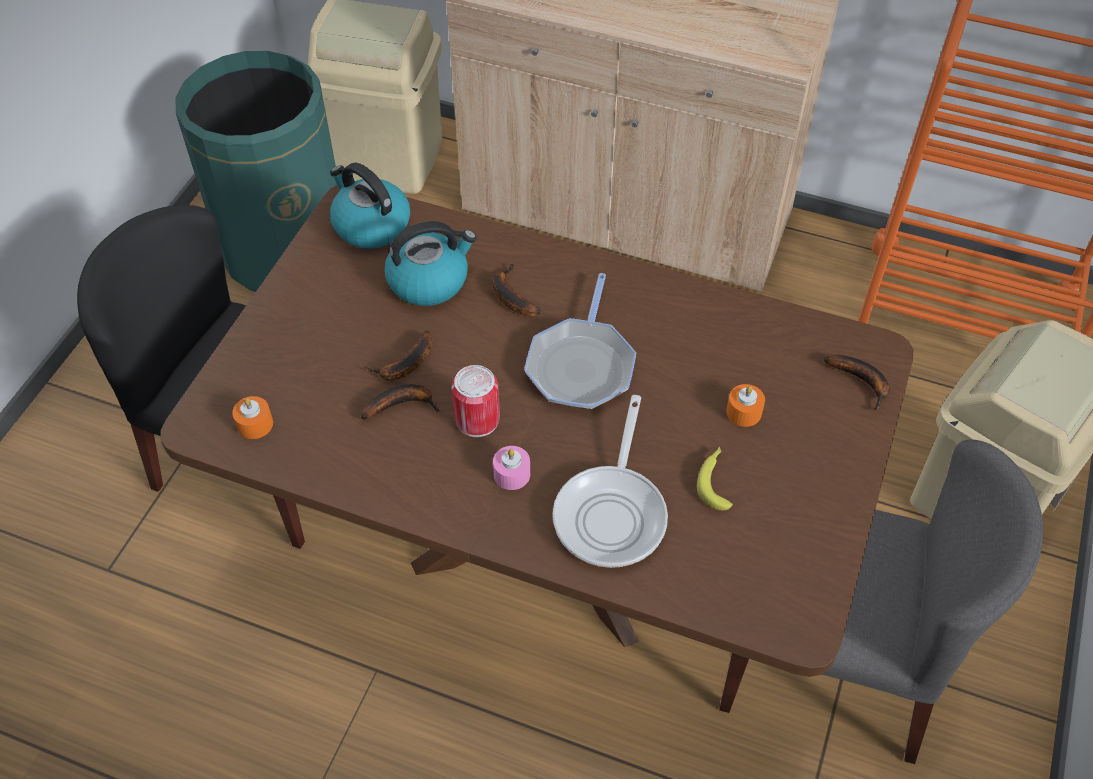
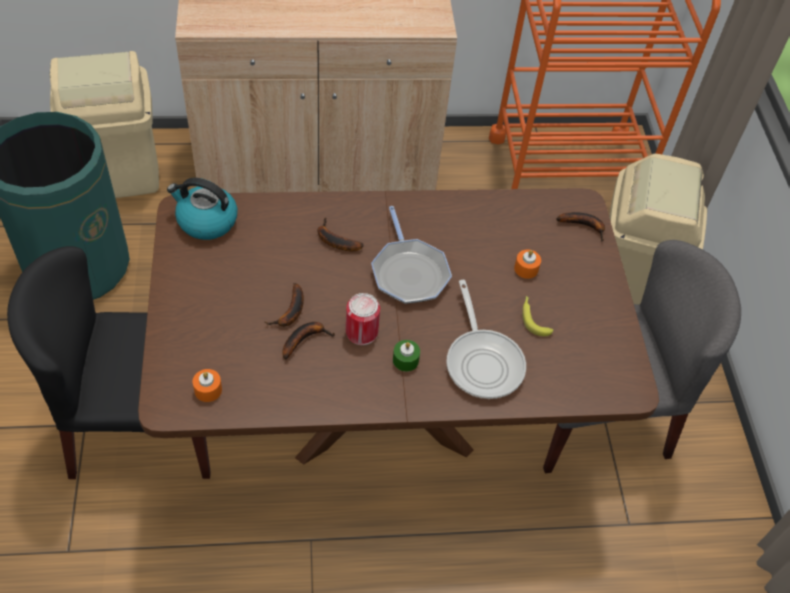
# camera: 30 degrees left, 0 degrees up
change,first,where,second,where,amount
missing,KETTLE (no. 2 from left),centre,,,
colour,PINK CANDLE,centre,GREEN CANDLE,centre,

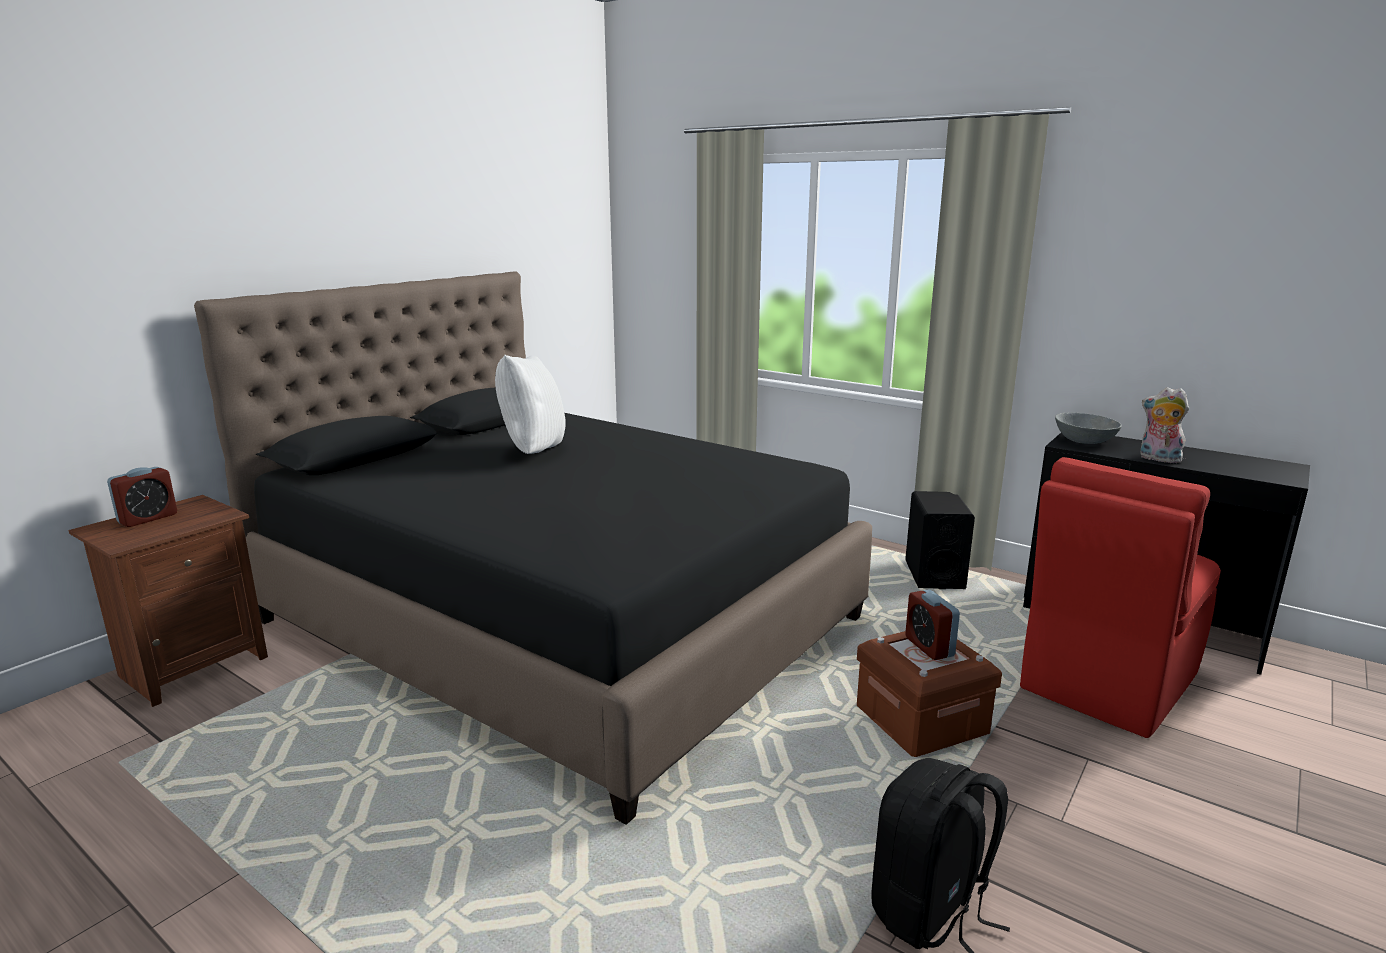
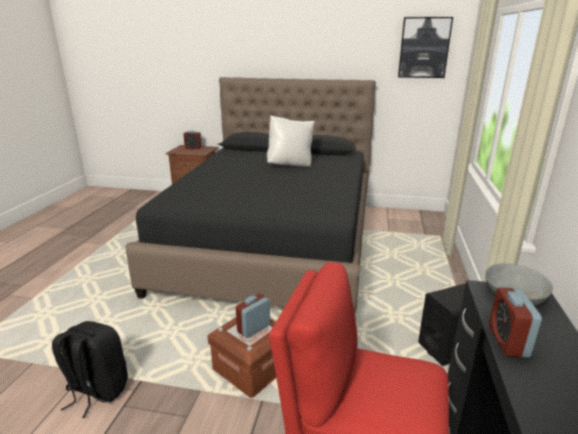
# camera: 65 degrees right, 5 degrees up
change,first,where,second,where,amount
appeared,,,PICTURE,top right,
exchanged,PLUSH TOY,middle right,ALARM CLOCK (no. 3 from left),bottom right,

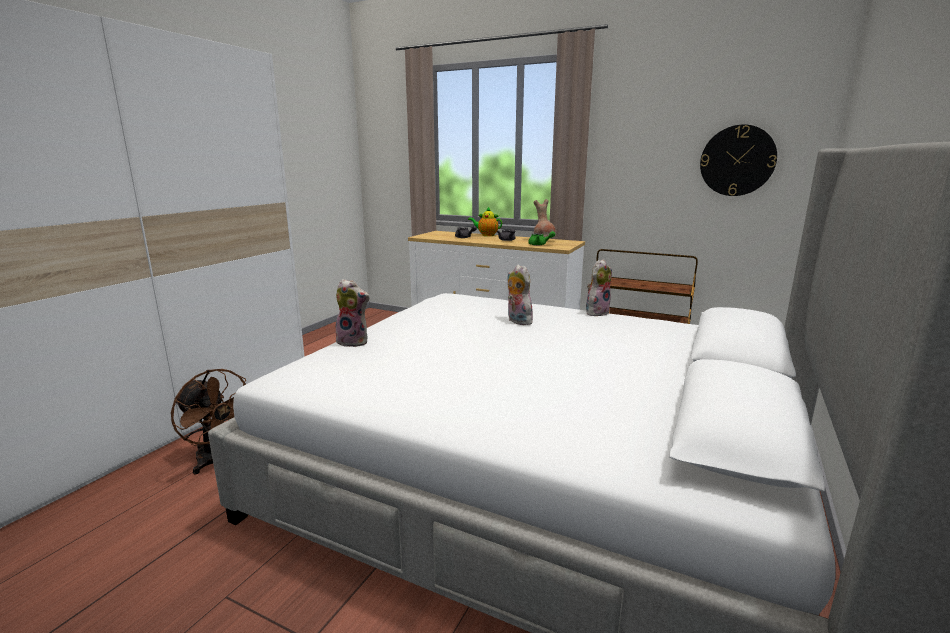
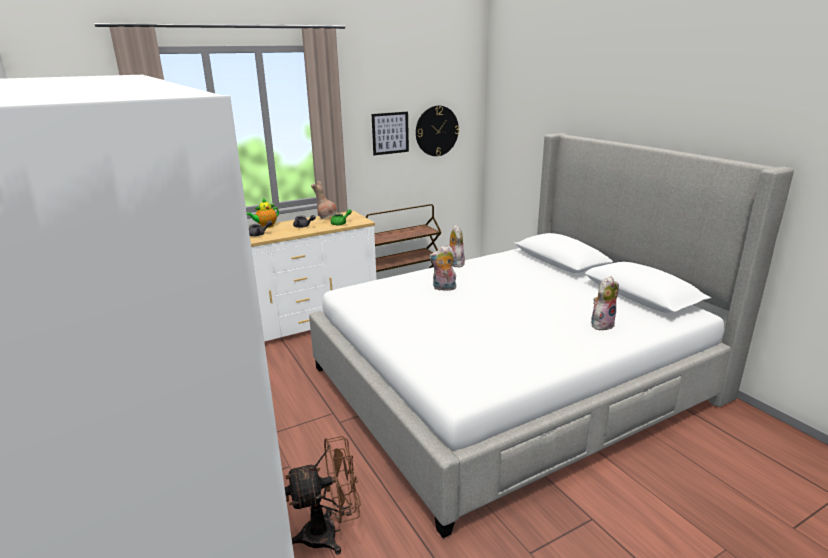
# camera: 55 degrees left, 5 degrees up
change,first,where,second,where,amount
appeared,,,PICTURE,top centre,
relocated,PLUSH TOY (no. 1 from left in the first image),centre,PLUSH TOY (no. 3 from left),middle right,

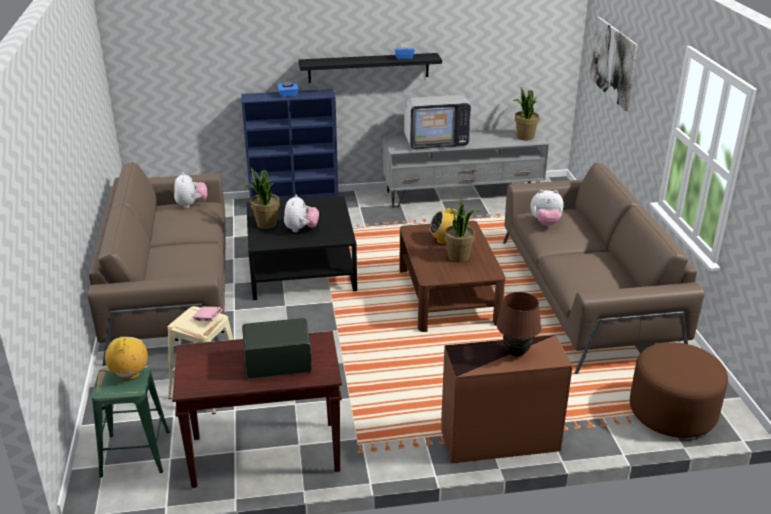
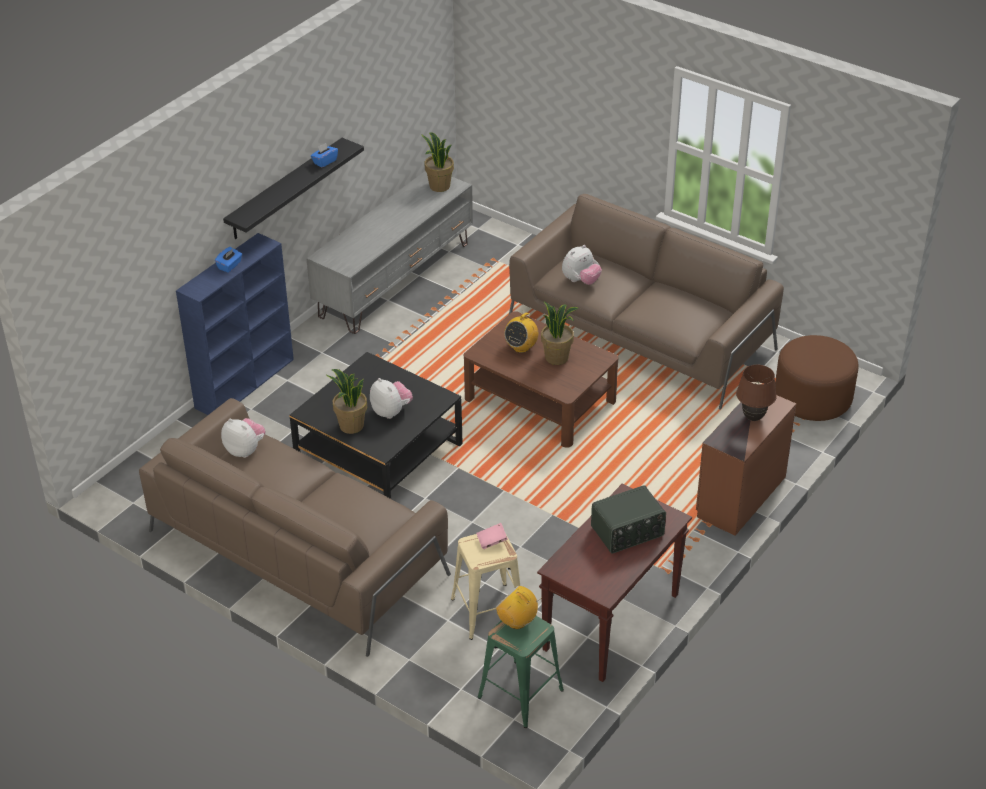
# camera: 45 degrees left, 10 degrees up
change,first,where,second,where,amount
missing,TELEVISION,top centre,,,
missing,PICTURE,top right,,,
spun,RADIO (no. 2 from left in the first image),bottom centre,RADIO (no. 3 from left),centre,150 degrees counterclockwise

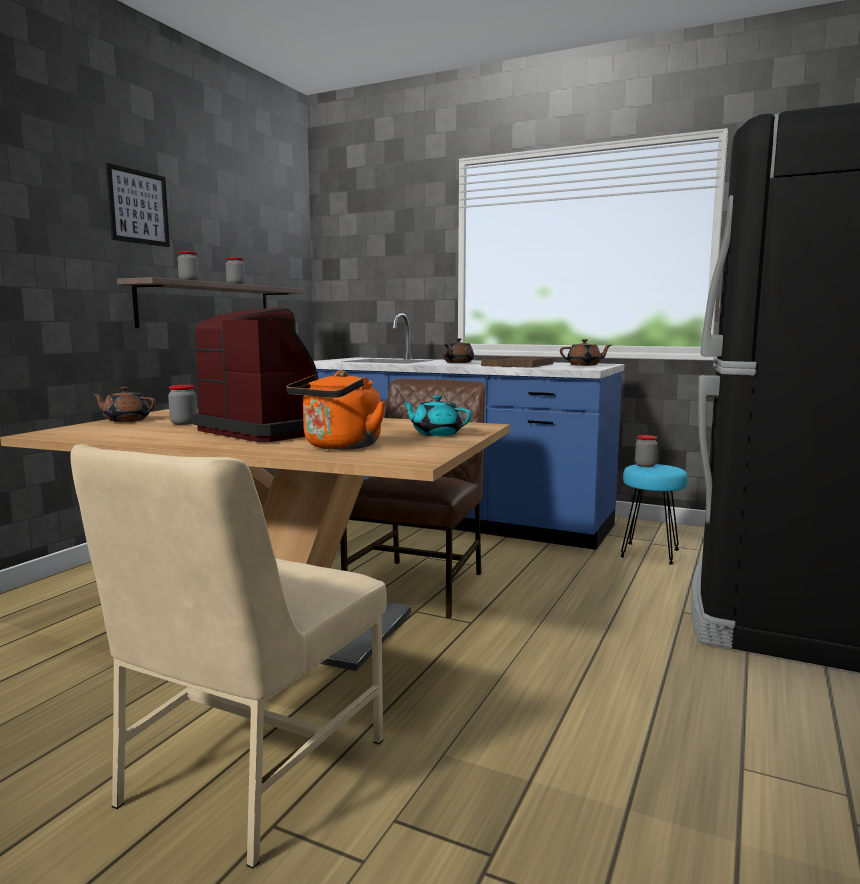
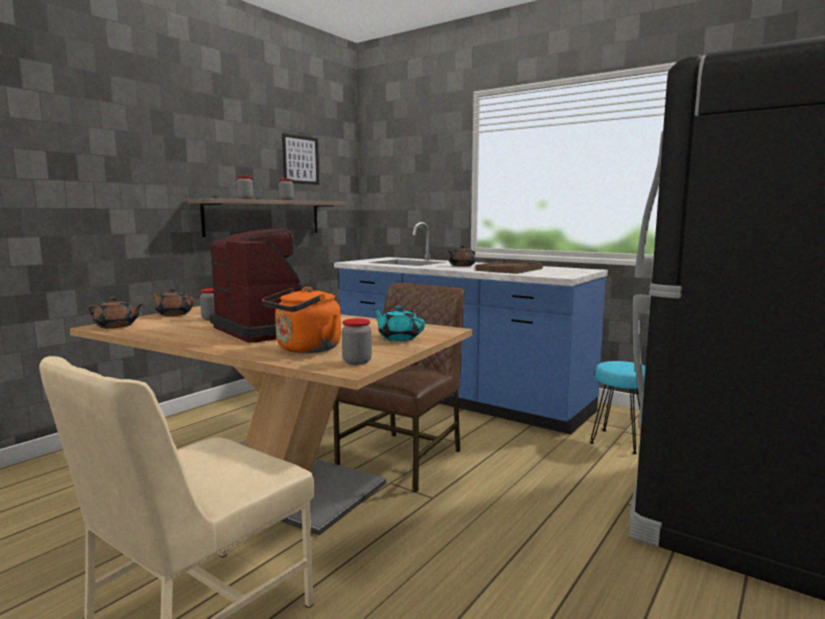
# camera: 10 degrees right, 0 degrees up
change,first,where,second,where,amount
relocated,PICTURE,top left,,top centre,
relocated,BROWN TEAPOT (no. 3 from left in the first image),middle right,BROWN TEAPOT (no. 1 from left),middle left,
relocated,JAR (no. 4 from left),middle right,,centre,

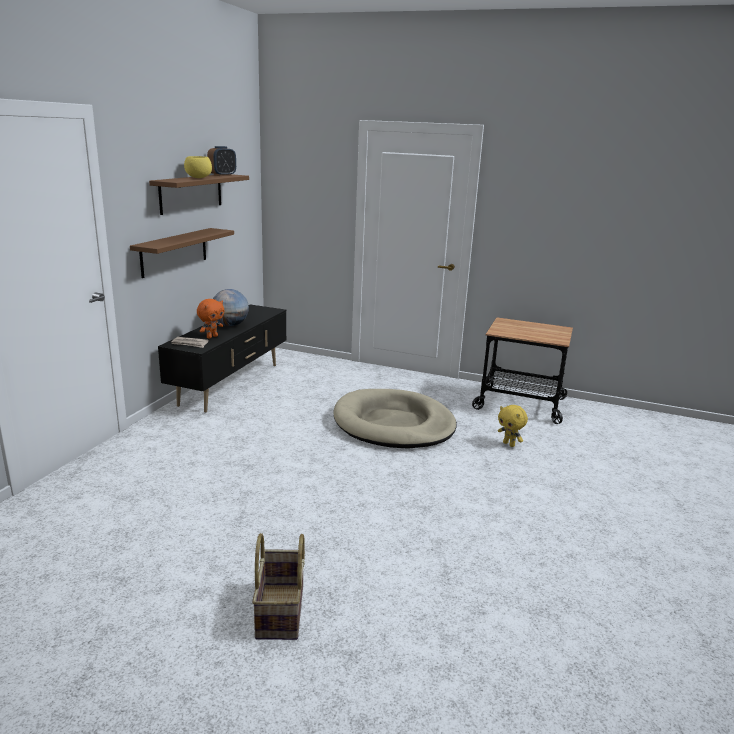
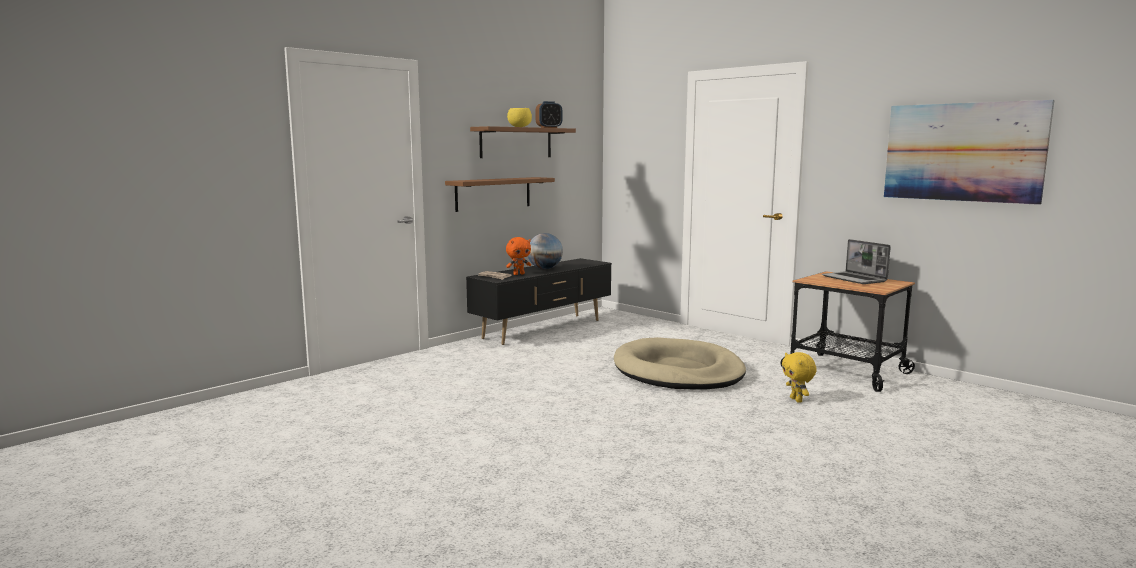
# camera: 25 degrees right, 10 degrees down
change,first,where,second,where,amount
missing,BASKET,bottom centre,,,
appeared,,,LAPTOP,middle right,
appeared,,,PICTURE,top right,

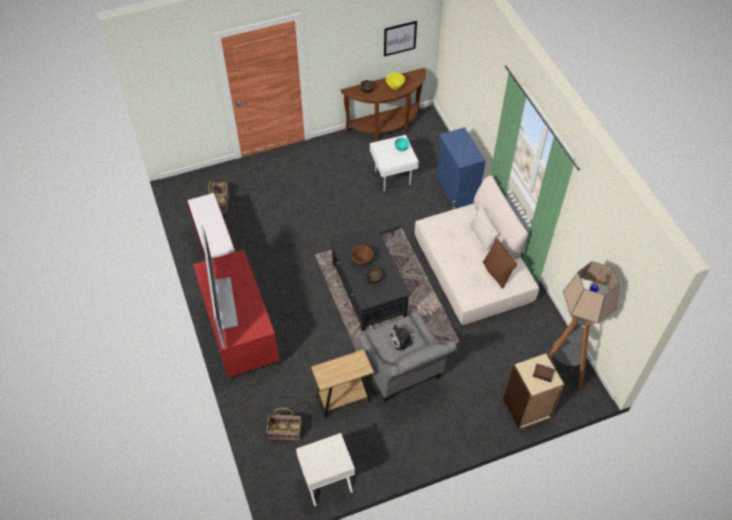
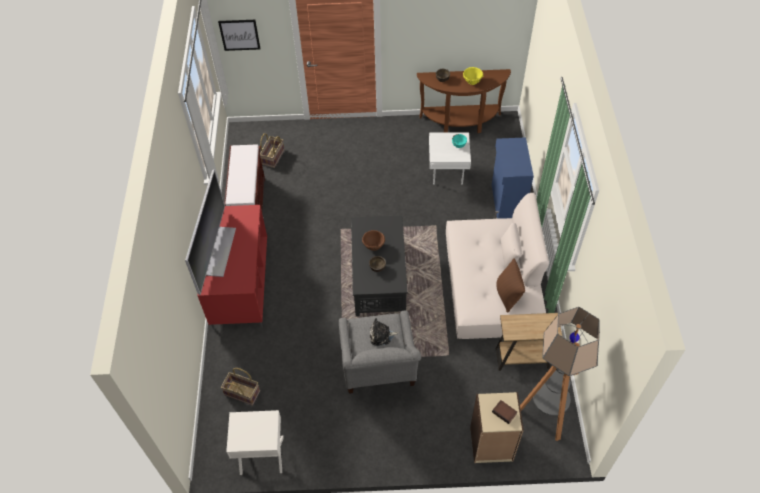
# camera: 20 degrees right, 0 degrees up
change,first,where,second,where,amount
relocated,BROWN SIDE TABLE,bottom centre,,bottom right,
relocated,PICTURE,top centre,,top left,

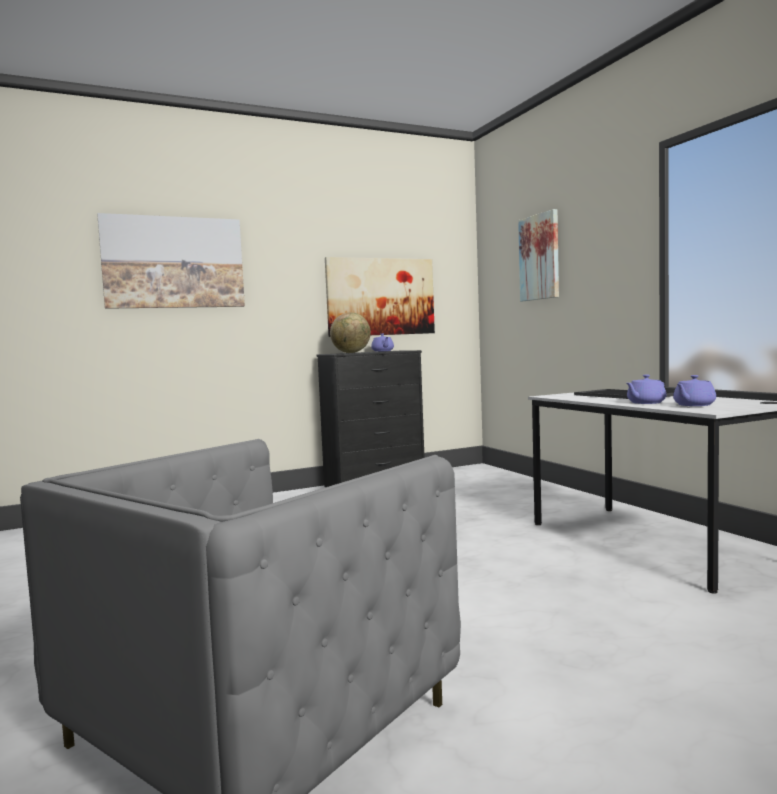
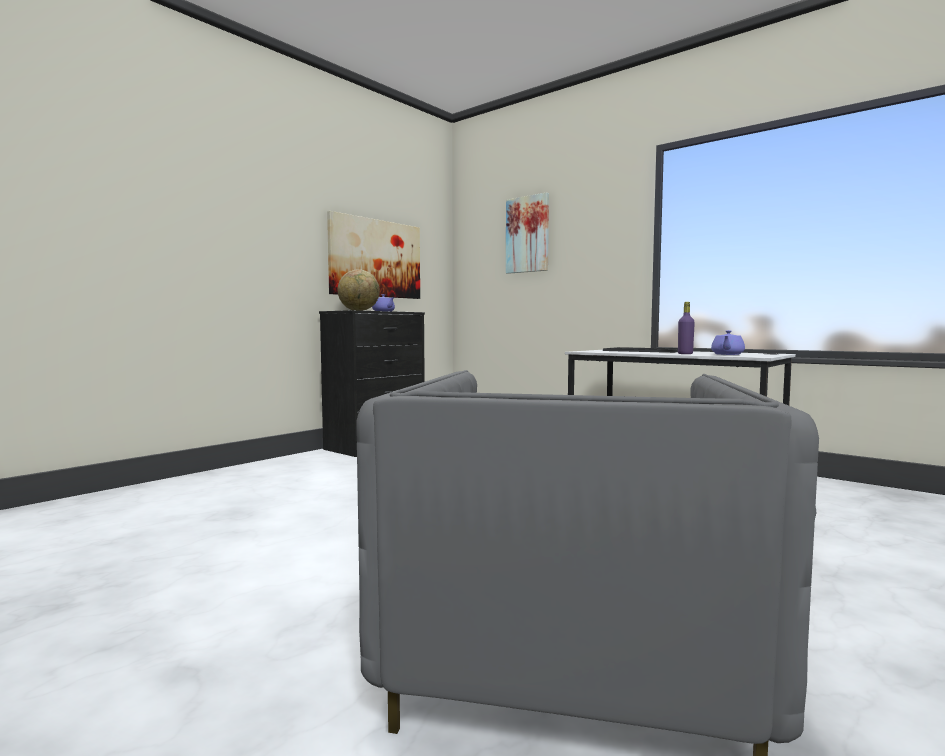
# camera: 25 degrees left, 0 degrees up
change,first,where,second,where,amount
missing,PICTURE (no. 1 from left),top left,,,
exchanged,PURPLE TEAPOT (no. 2 from left),middle right,PURPLE BOTTLE,middle right,

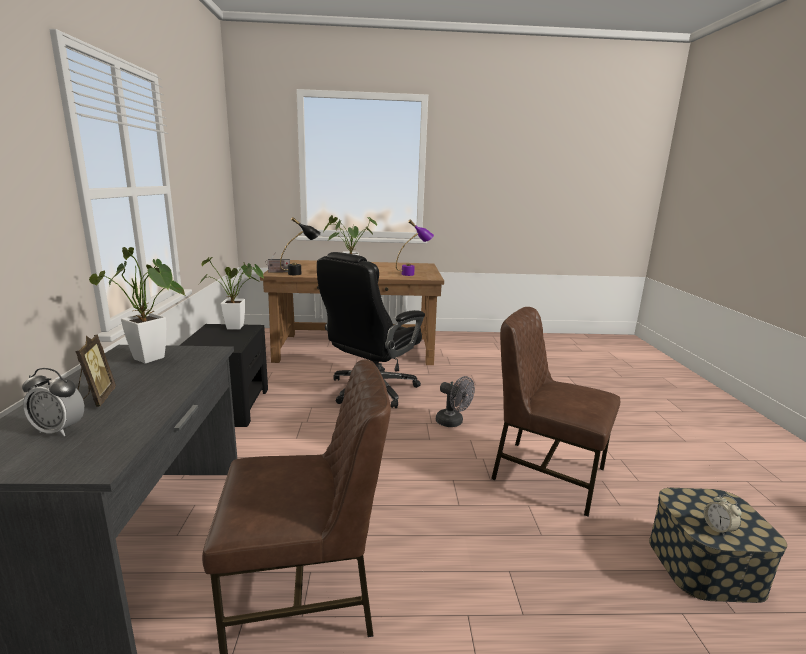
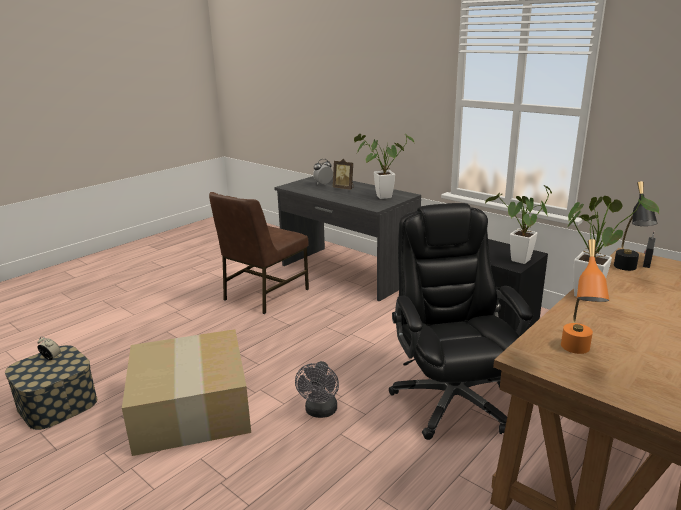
# camera: 135 degrees right, 5 degrees up
change,first,where,second,where,amount
exchanged,BROWN CHAIR (no. 2 from left),middle right,CARDBOARD BOX,bottom left,
colour,PURPLE TABLE LAMP,centre,ORANGE TABLE LAMP,middle right,
spun,GREY FAN,centre,,bottom centre,75 degrees counterclockwise

